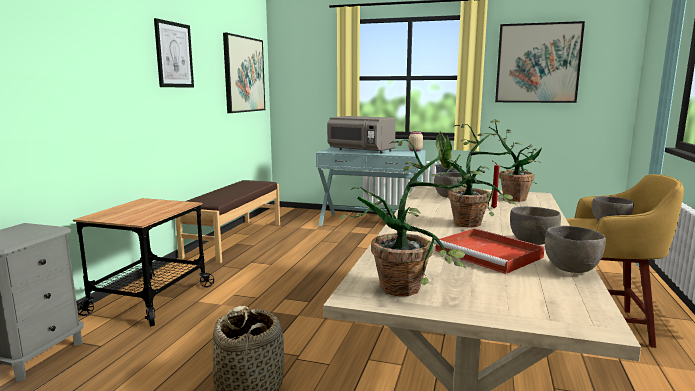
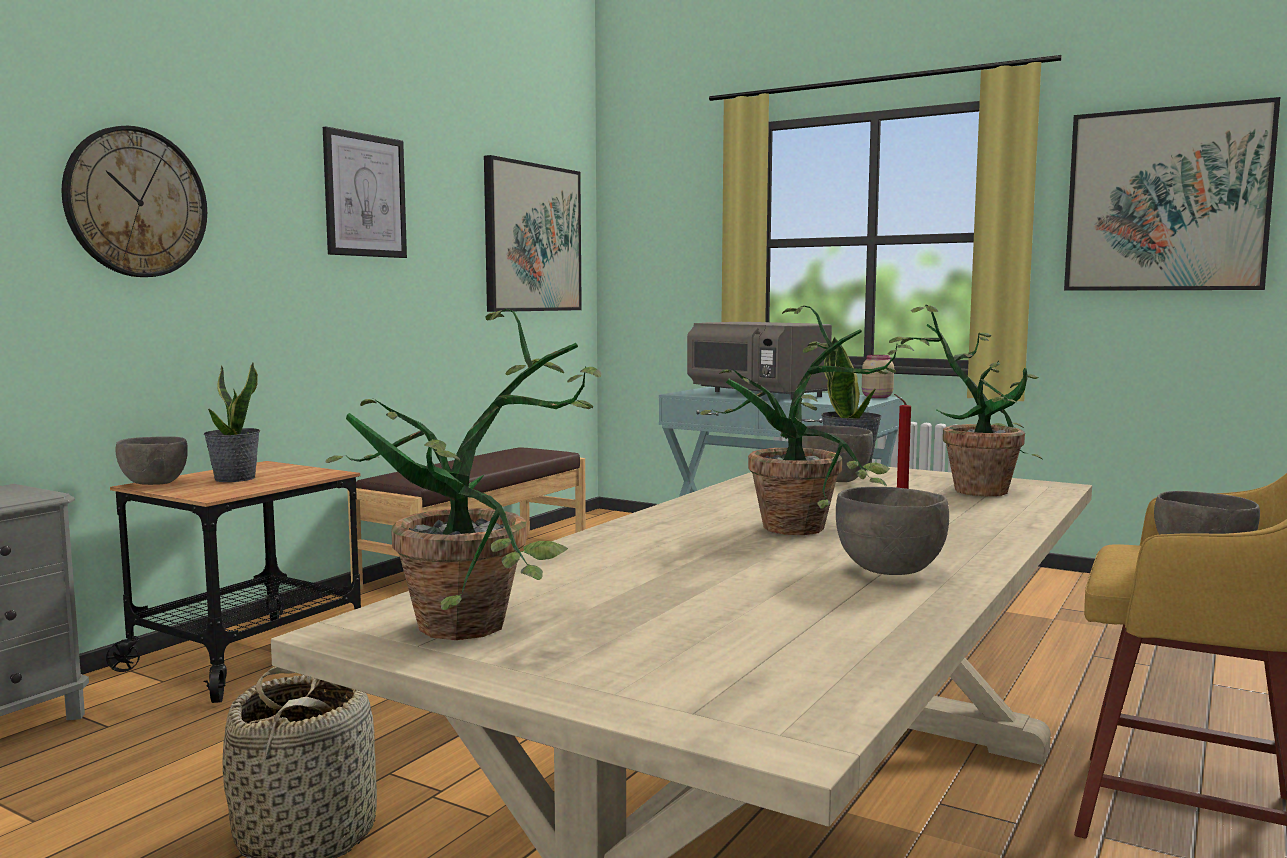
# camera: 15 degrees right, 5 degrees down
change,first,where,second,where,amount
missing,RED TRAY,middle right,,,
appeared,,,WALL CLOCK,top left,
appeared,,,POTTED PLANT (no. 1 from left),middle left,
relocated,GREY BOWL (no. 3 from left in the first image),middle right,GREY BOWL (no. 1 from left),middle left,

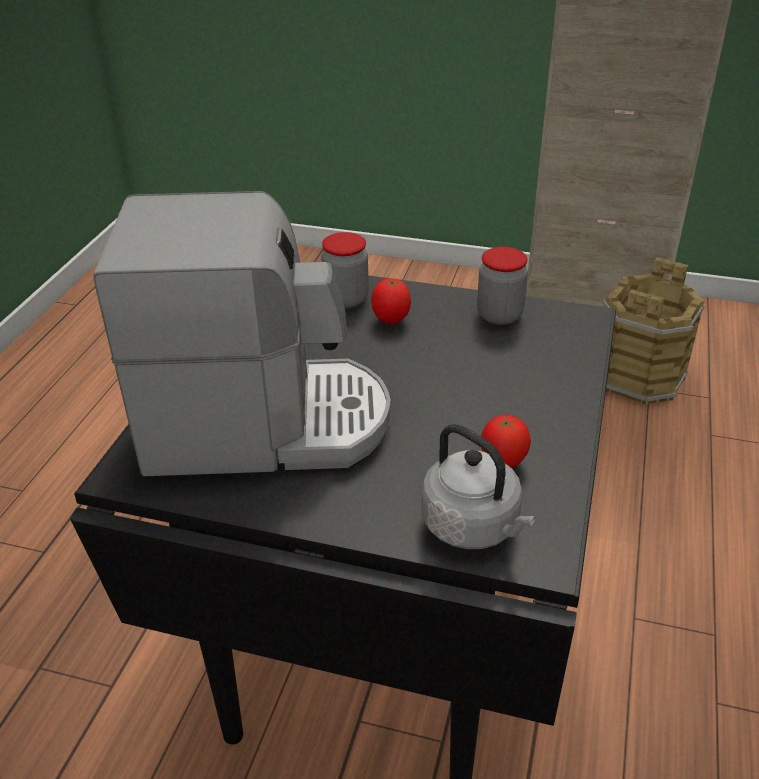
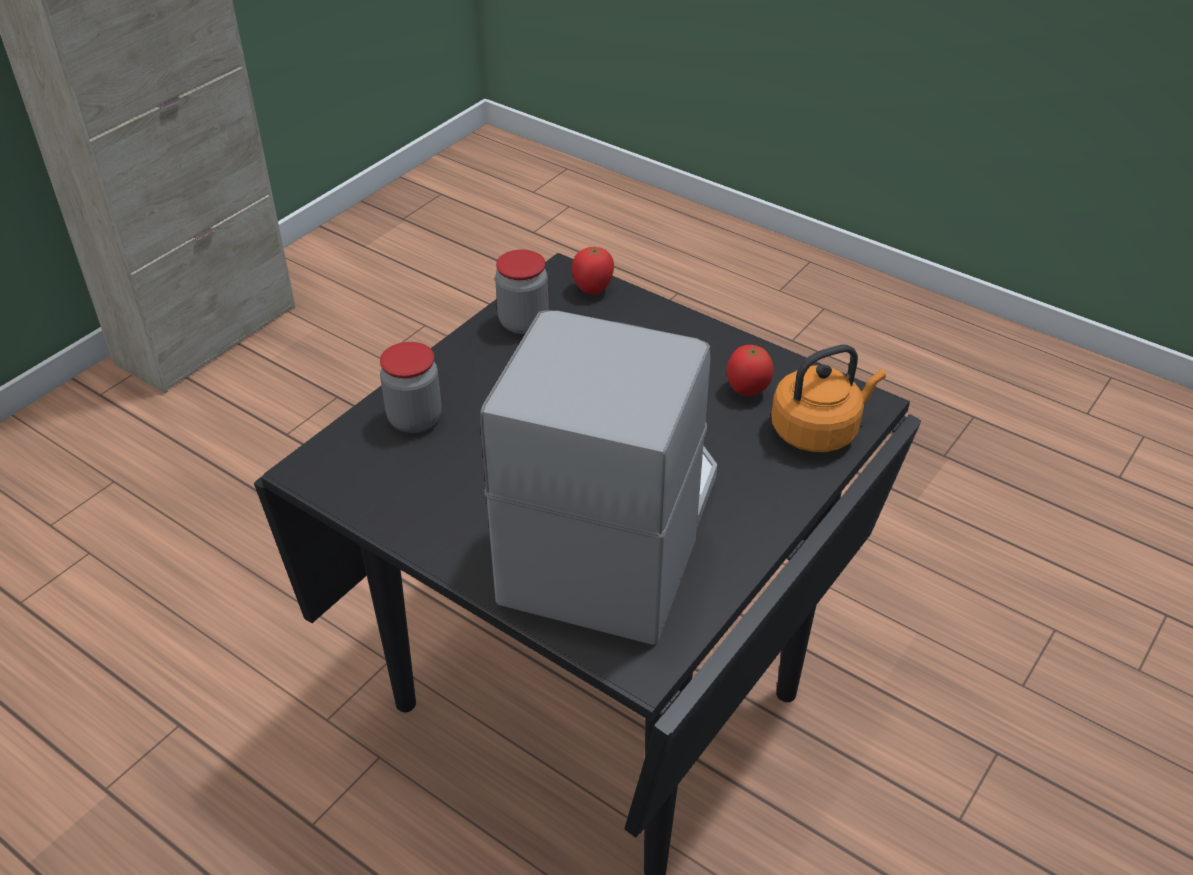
# camera: 70 degrees left, 5 degrees up
change,first,where,second,where,amount
missing,BROWN BUCKET,middle right,,,
relocated,TOMATO (no. 1 from left),centre,,top centre,
colour,GREY KETTLE,centre,ORANGE KETTLE,middle right,

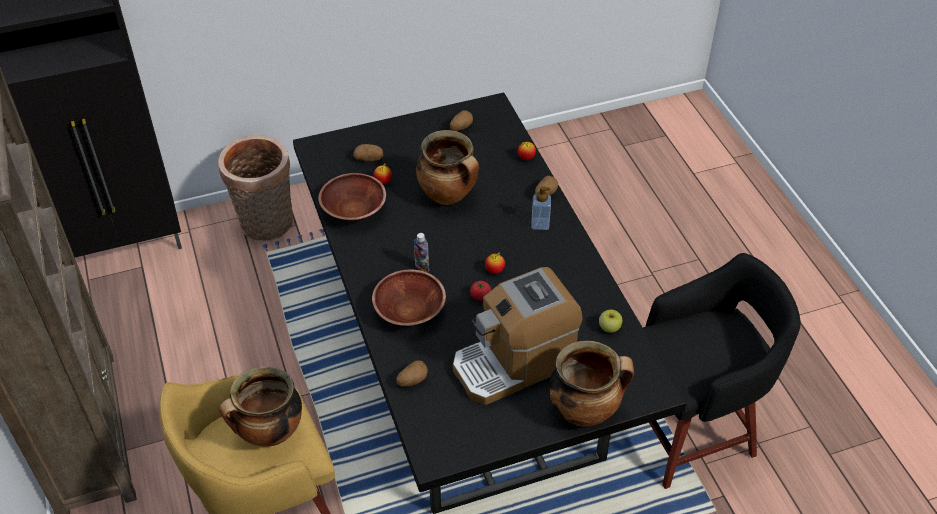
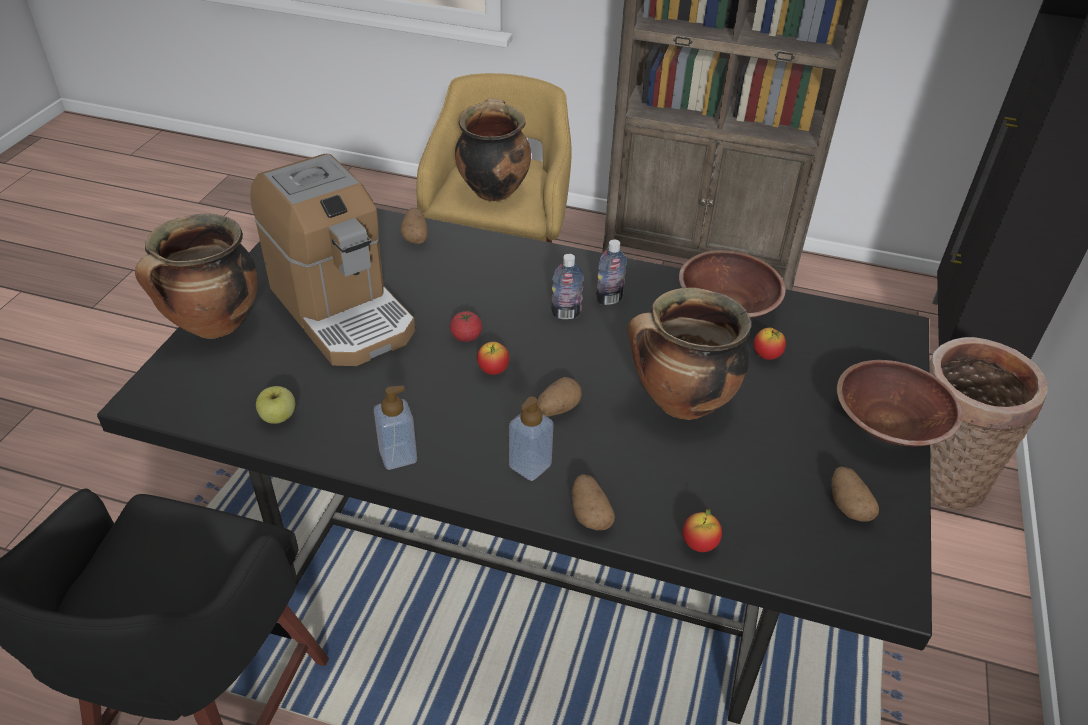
# camera: 125 degrees right, 5 degrees down
change,first,where,second,where,amount
appeared,,,SOAP DISPENSER (no. 1 from left),centre,
appeared,,,BOTTLE (no. 2 from left),centre,
relocated,POTATO (no. 1 from left in the first image),top centre,POTATO (no. 2 from left),centre,
relocated,BROWN BOWL (no. 2 from left),centre,,middle right,
spun,COFFEE MACHINE,centre,,middle left,135 degrees clockwise

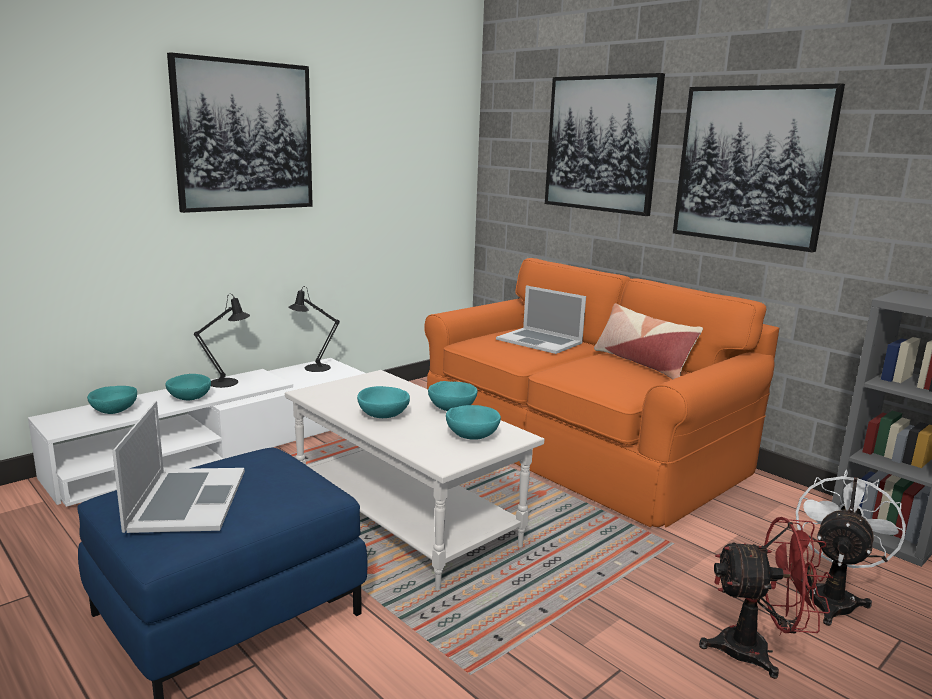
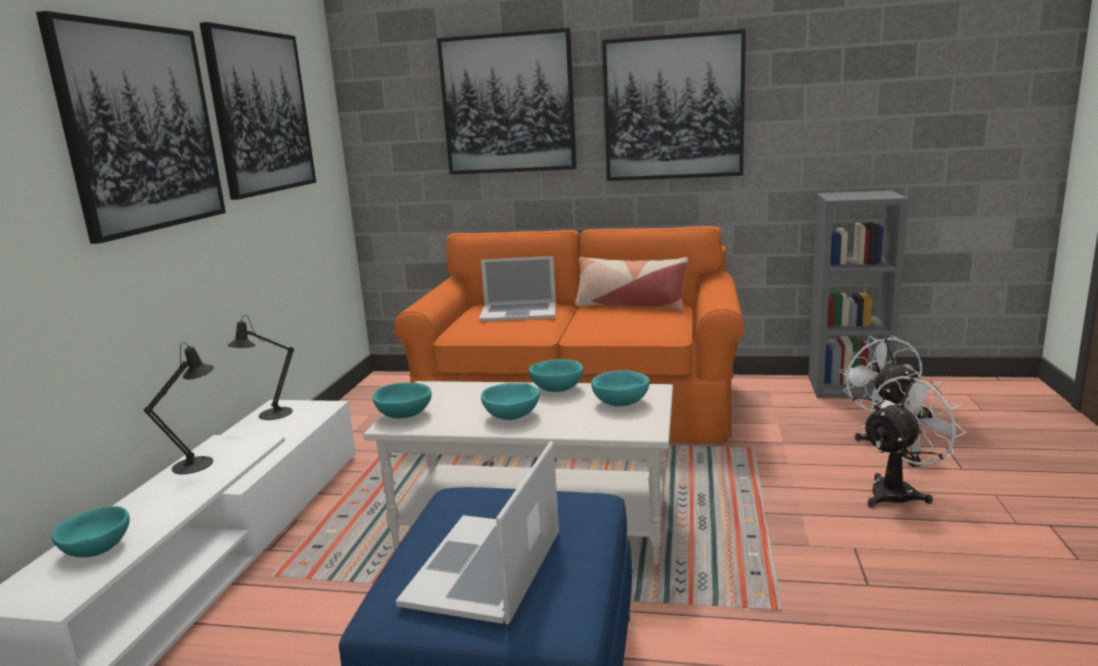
# camera: 35 degrees left, 0 degrees up
change,first,where,second,where,amount
appeared,,,PICTURE (no. 2 from left),top left,
relocated,TURQUOISE BOWL (no. 2 from left),middle left,,centre,
colour,RED FAN,bottom right,WHITE FAN (no. 2 from left),middle right,
spun,LAPTOP (no. 1 from left),bottom left,,bottom centre,120 degrees counterclockwise

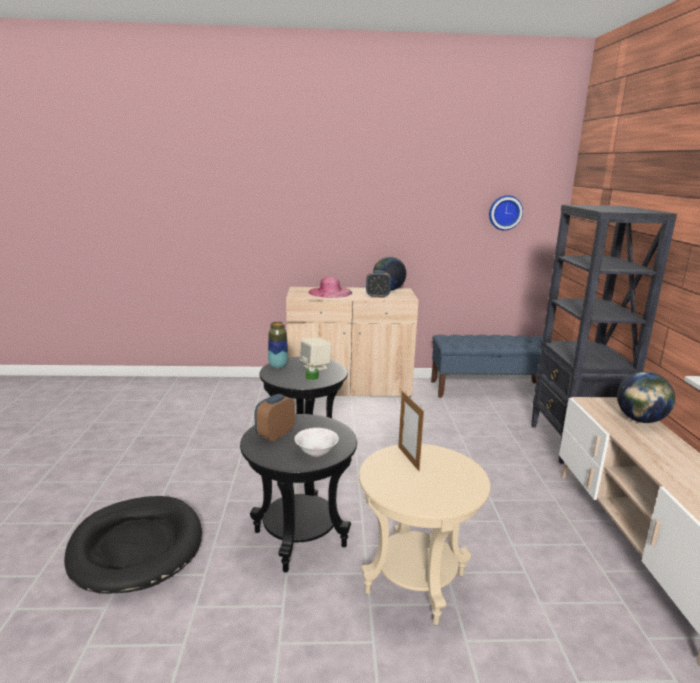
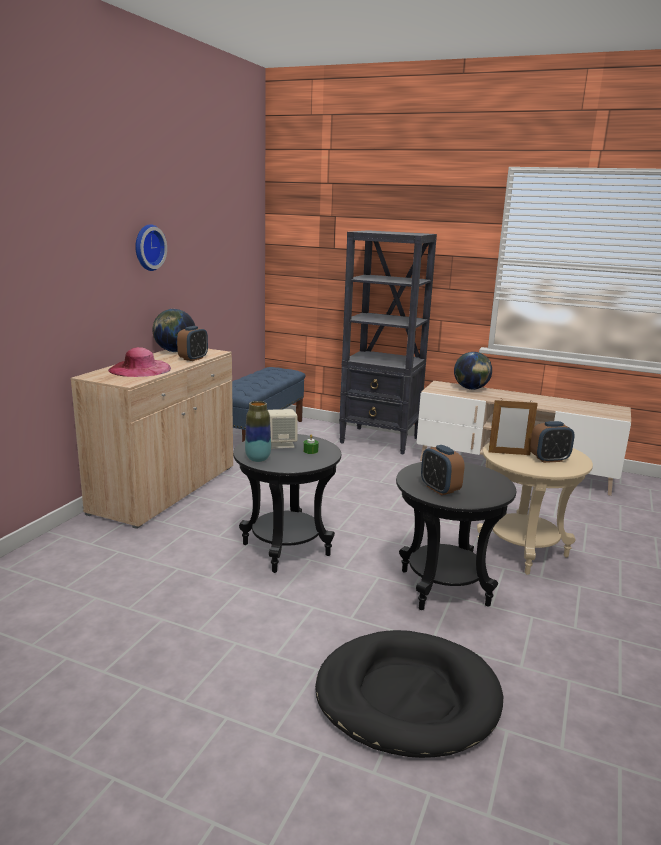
# camera: 65 degrees left, 0 degrees up
change,first,where,second,where,amount
missing,WHITE BOWL,centre,,,
appeared,,,ALARM CLOCK (no. 3 from left),middle right,
relocated,WALL CLOCK,top right,,top left,

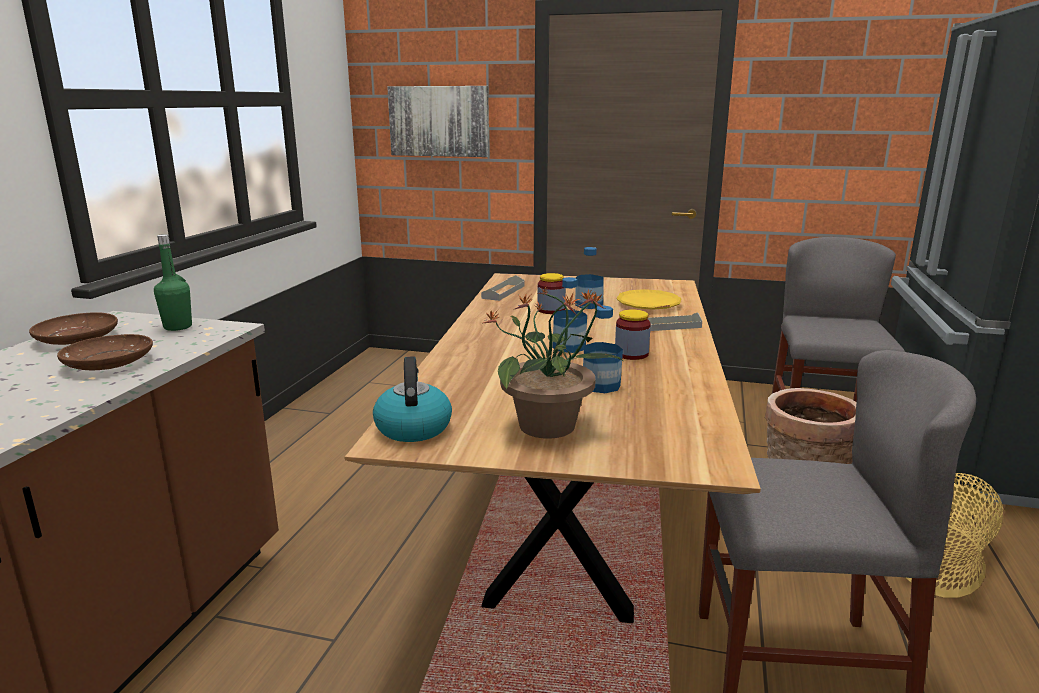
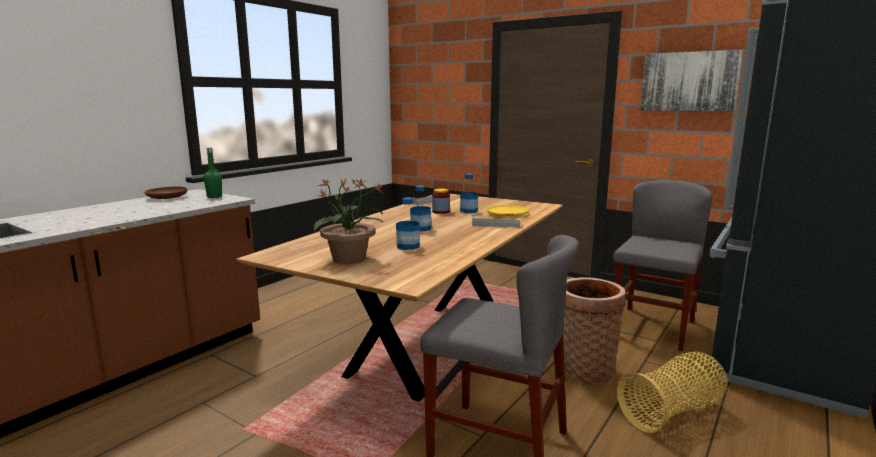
# camera: 20 degrees right, 5 degrees down
change,first,where,second,where,amount
missing,BROWN PLATE (no. 2 from left),middle left,,,
missing,KETTLE,centre,,,
missing,JAR (no. 2 from left),centre,,,
relocated,PICTURE,top centre,,top right,

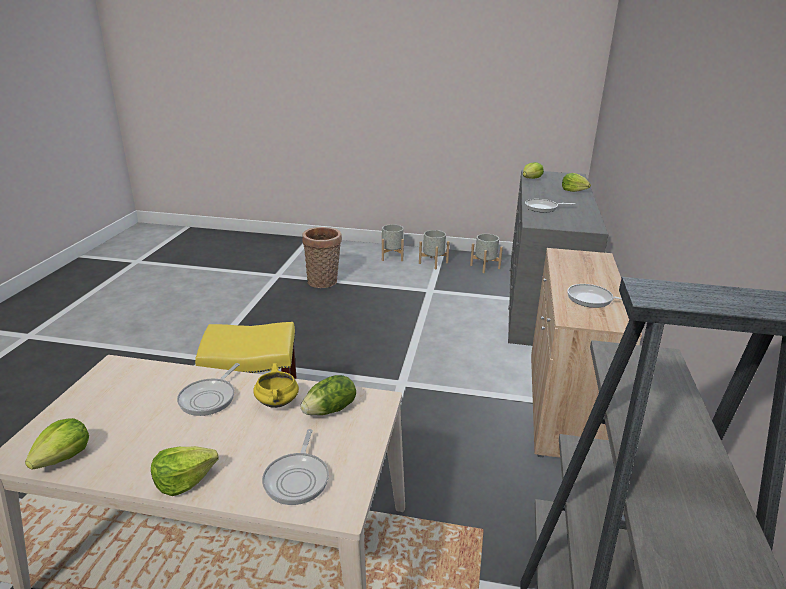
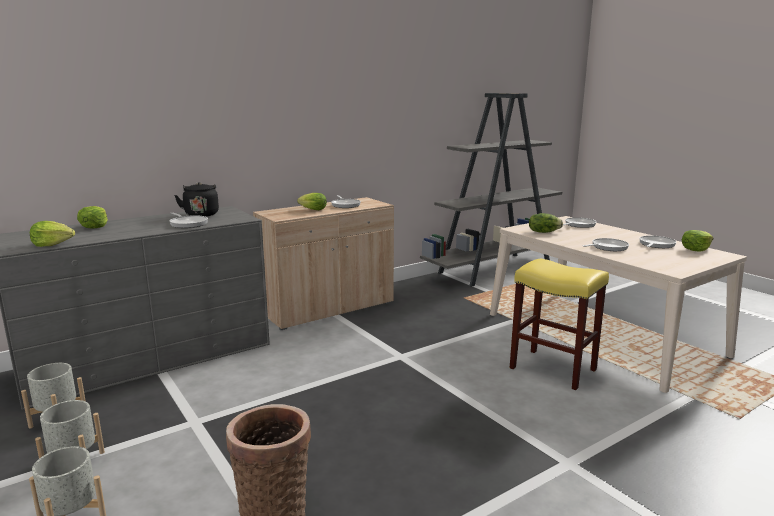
# camera: 135 degrees left, 10 degrees down
change,first,where,second,where,amount
missing,YELLOW COOKING POT,centre,,,
appeared,,,BLACK KETTLE,middle left,
appeared,,,FRYING PAN (no. 5 from left),middle right,
relocated,LETTUCE (no. 2 from left in the first image),bottom left,LETTUCE (no. 3 from left),centre,

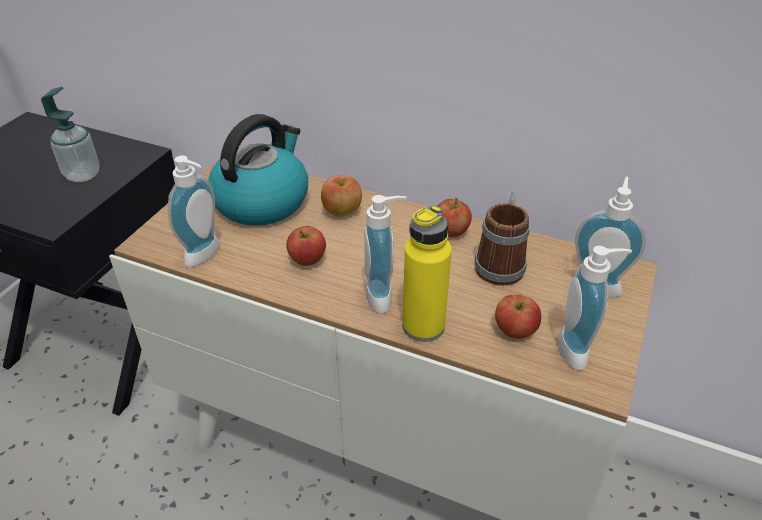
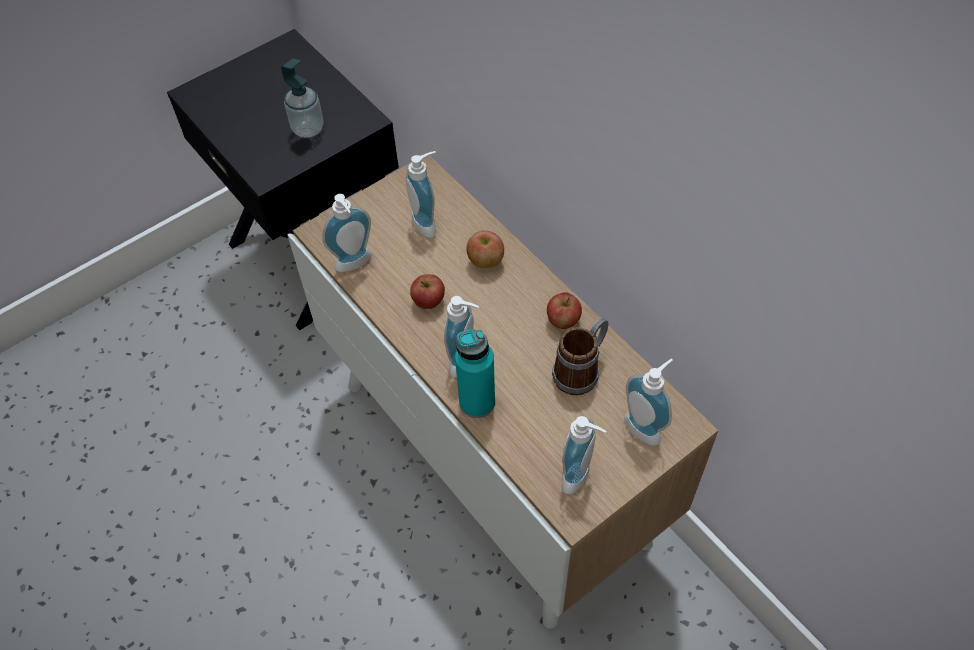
# camera: 30 degrees right, 15 degrees up
change,first,where,second,where,amount
missing,APPLE (no. 4 from left),middle right,,,
exchanged,KETTLE,top centre,SOAP DISPENSER (no. 3 from left),top centre,
colour,YELLOW BOTTLE,centre,TURQUOISE BOTTLE,centre,

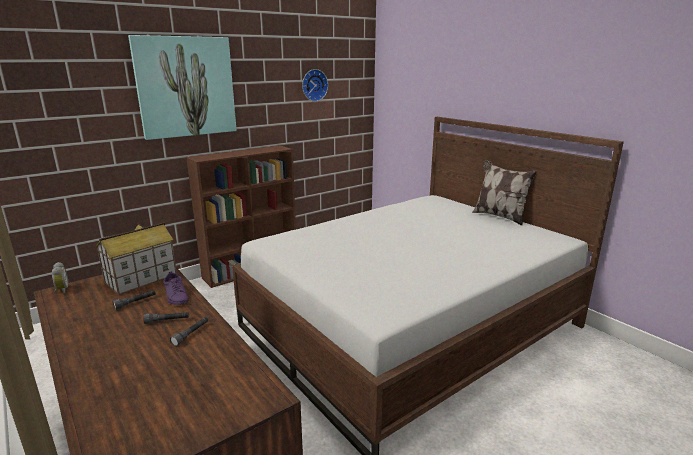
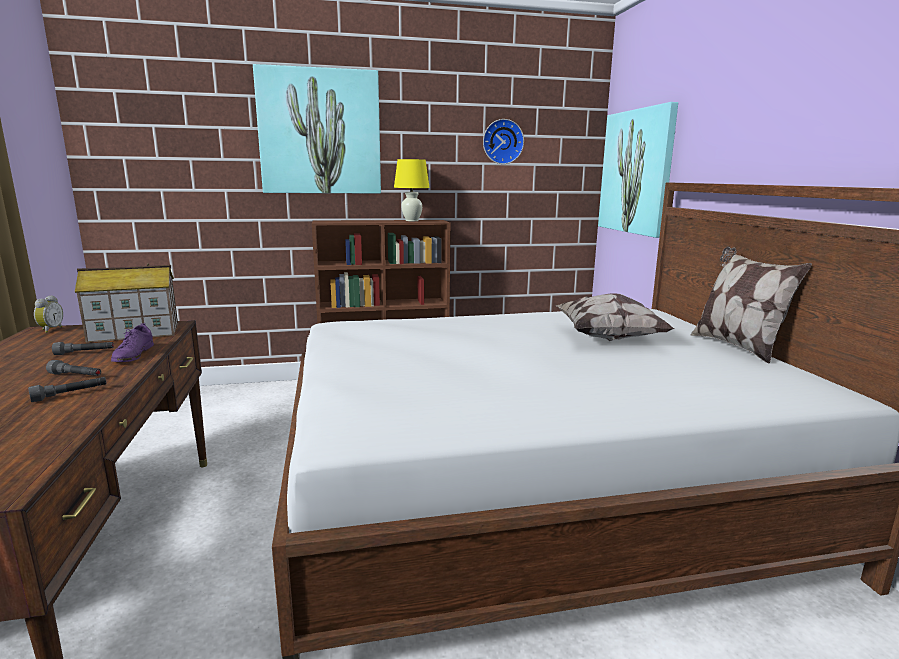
# camera: 25 degrees right, 5 degrees down
change,first,where,second,where,amount
appeared,,,YELLOW TABLE LAMP,top centre,
appeared,,,PILLOW (no. 1 from left),middle right,
appeared,,,PICTURE (no. 2 from left),top right,

